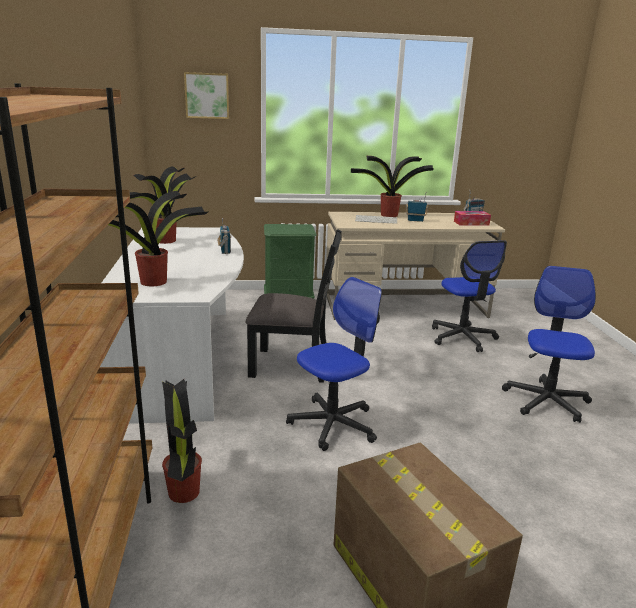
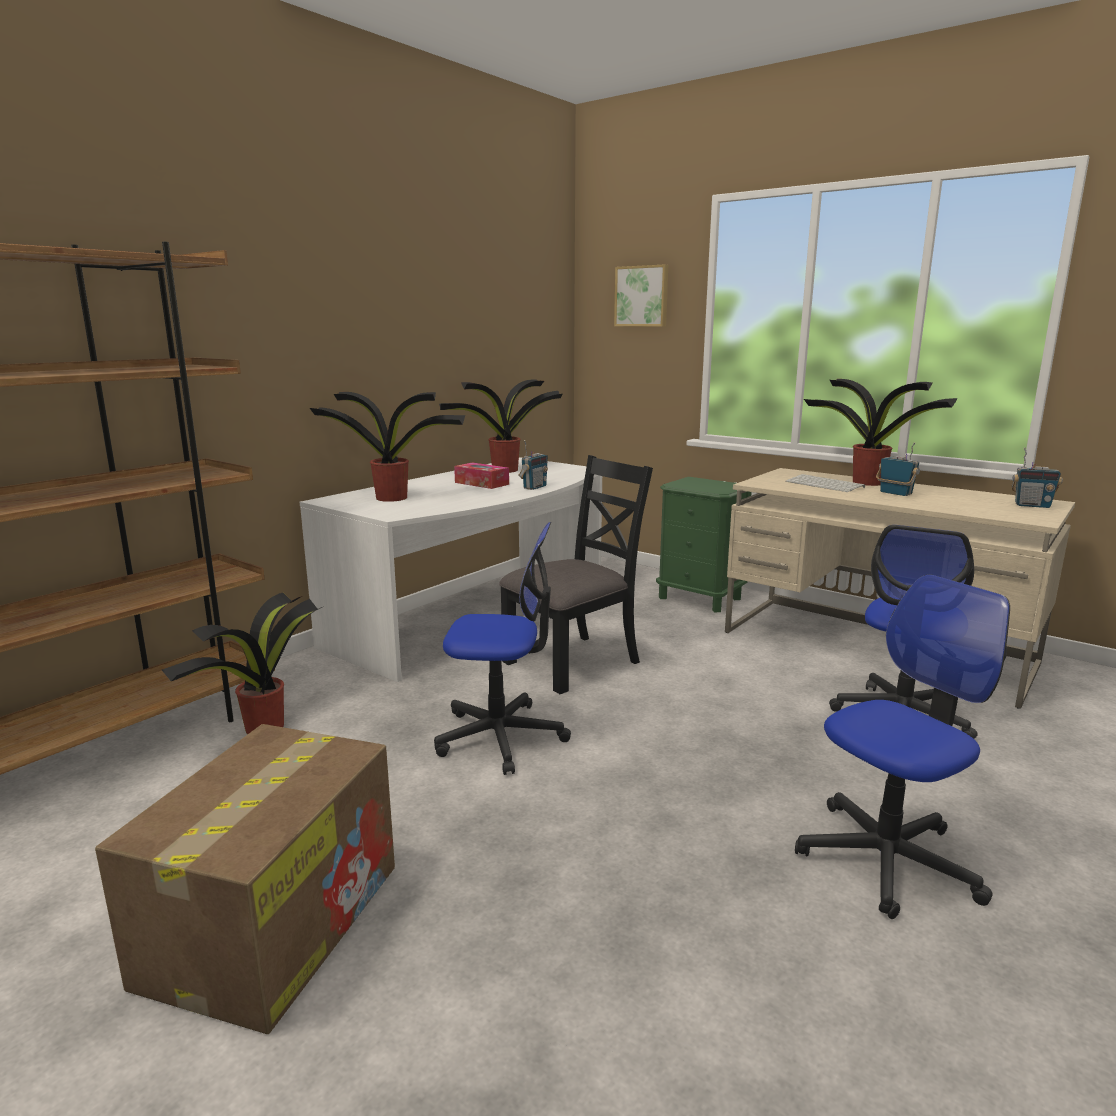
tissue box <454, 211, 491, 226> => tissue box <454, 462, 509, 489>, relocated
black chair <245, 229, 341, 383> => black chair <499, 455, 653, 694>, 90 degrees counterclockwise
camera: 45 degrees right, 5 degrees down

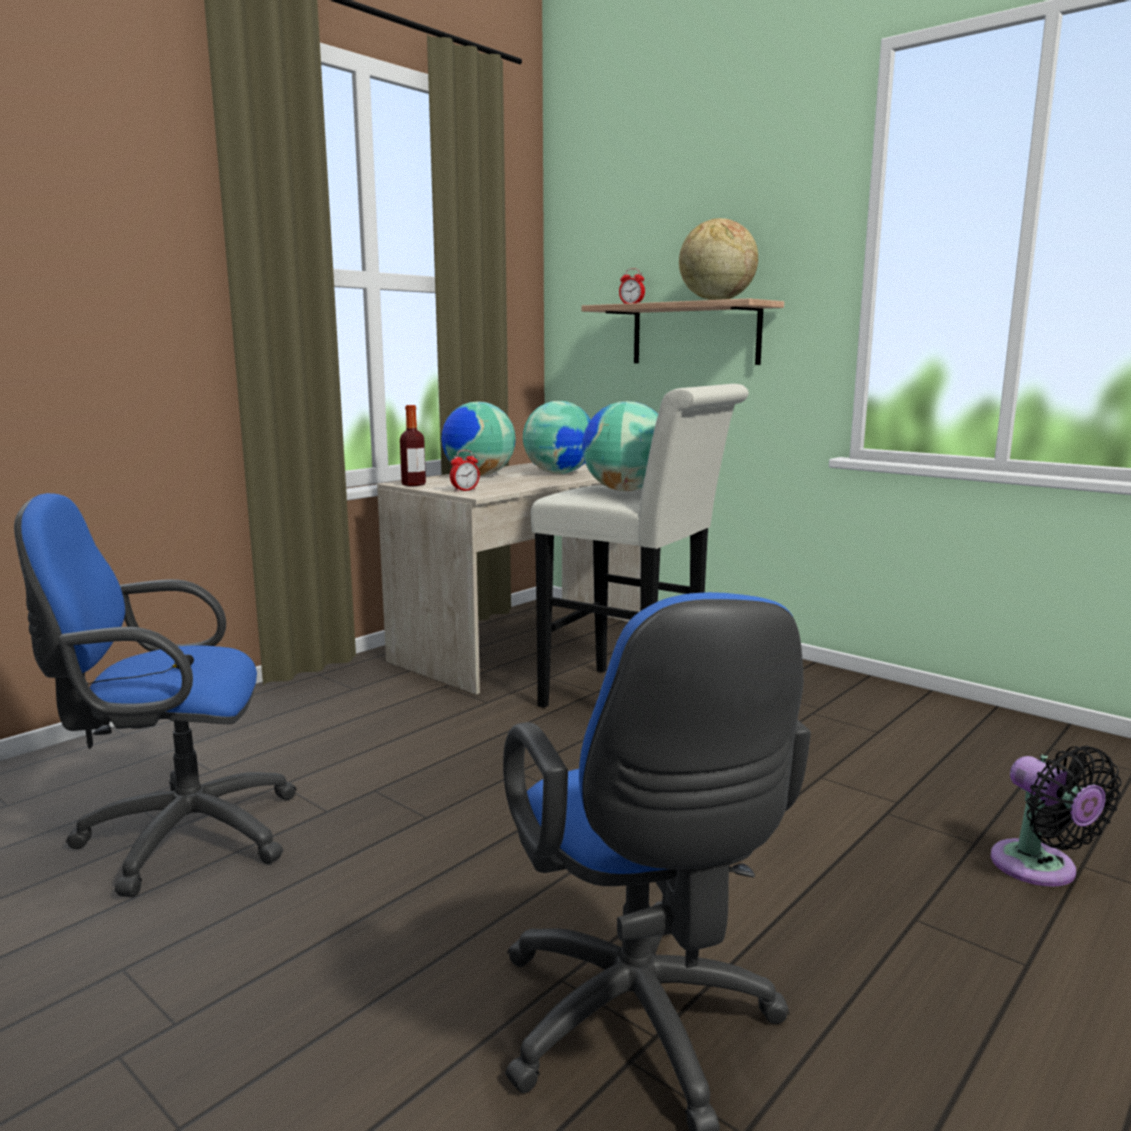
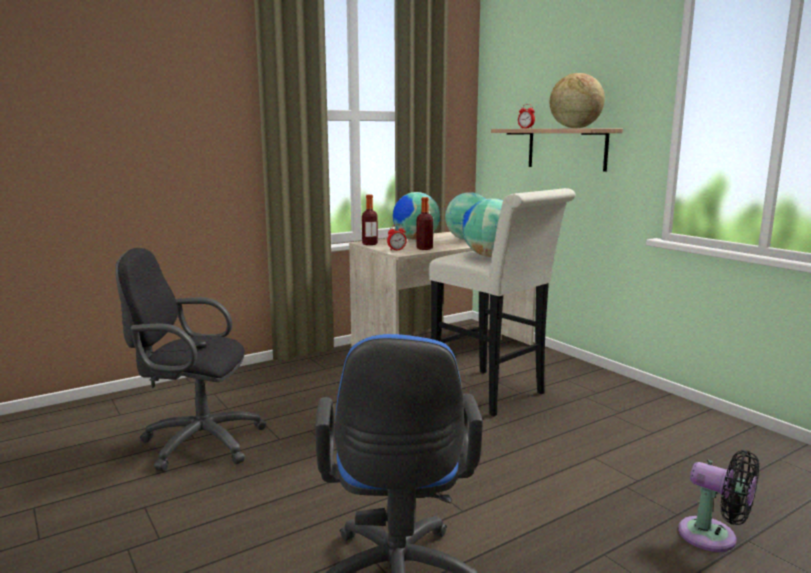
blue office chair <14, 493, 297, 897> => black office chair <115, 248, 267, 471>
black fan <991, 746, 1121, 887> => black fan <678, 450, 759, 552>, 45 degrees counterclockwise
nothing => bottle <416, 197, 433, 250>
camera: 15 degrees right, 0 degrees up

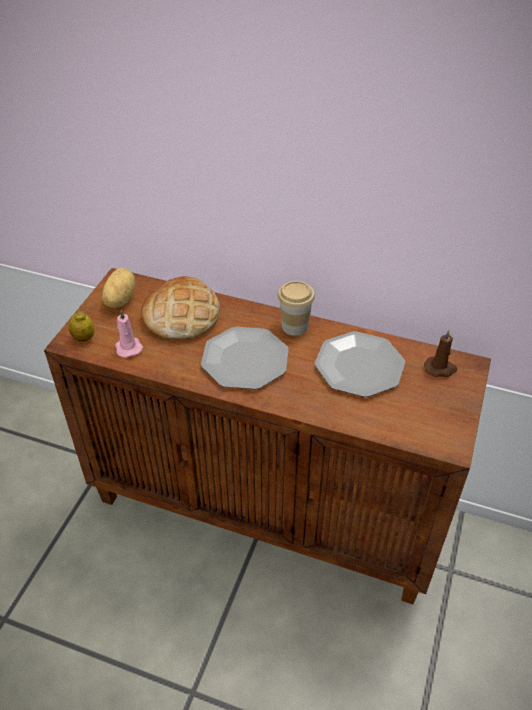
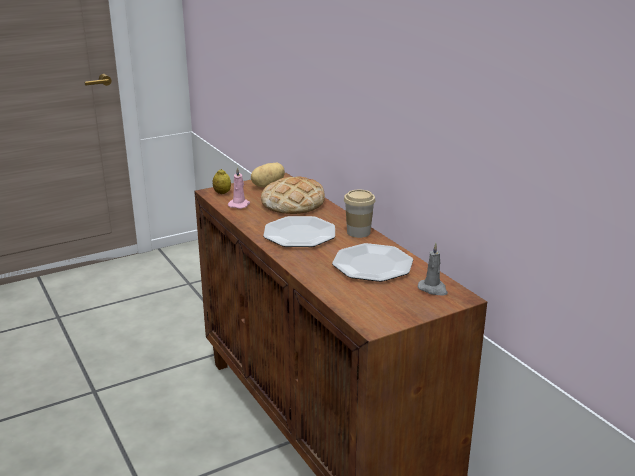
brown candle <424, 330, 457, 377> => grey candle <418, 243, 448, 295>
camera: 40 degrees right, 20 degrees down

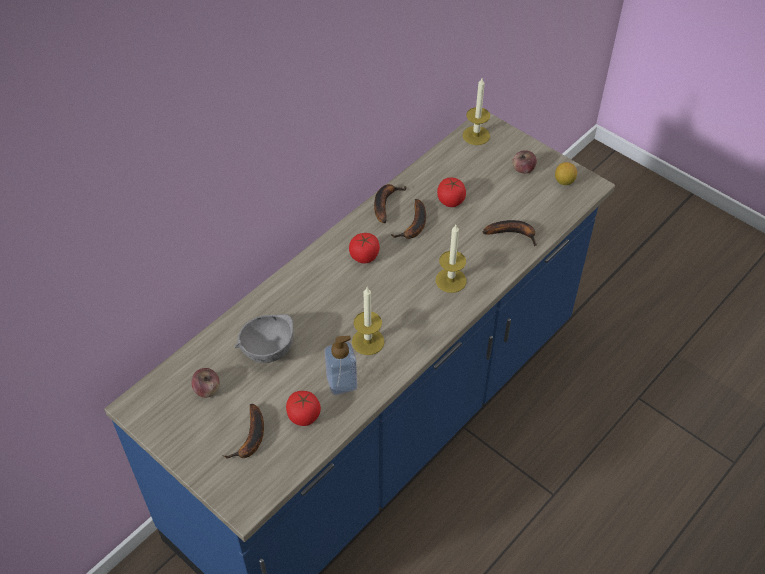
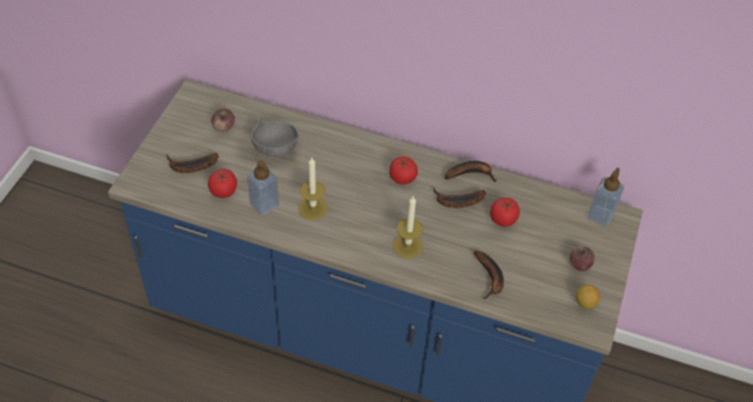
candle <462, 78, 490, 145> => soap dispenser <588, 168, 624, 226>
camera: 65 degrees right, 0 degrees up

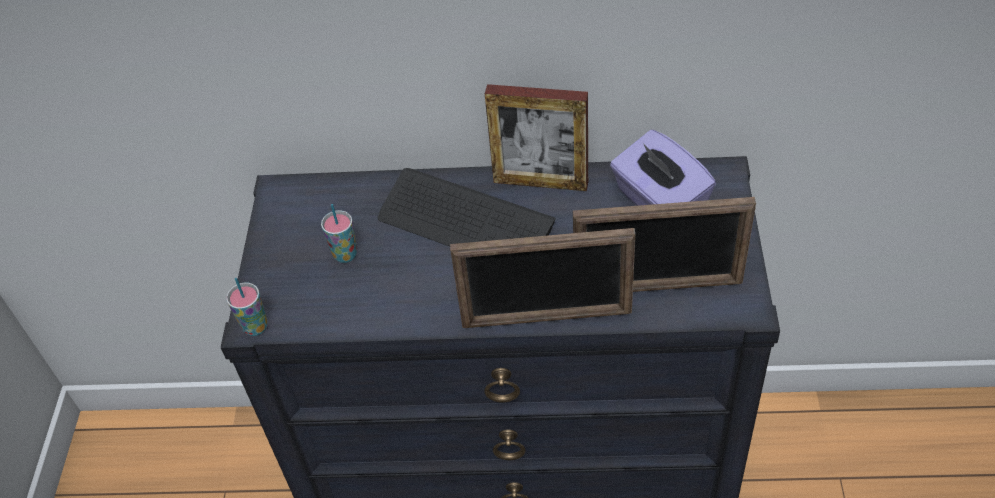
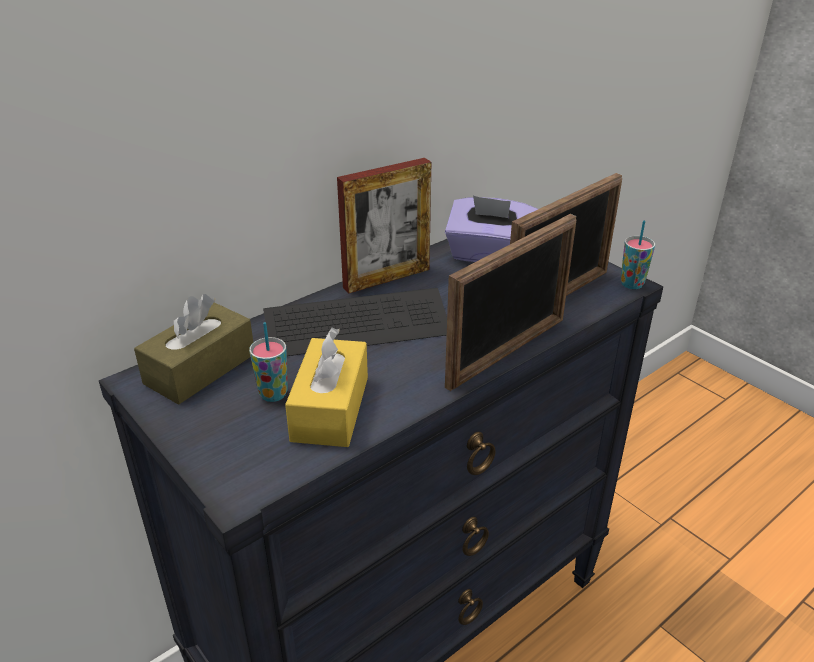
cup <226, 278, 268, 336> => cup <621, 220, 655, 289>, relocated
nothing => brown tissue box <134, 294, 253, 404>
nothing => yellow tissue box <285, 327, 368, 447>
camera: 45 degrees left, 15 degrees down

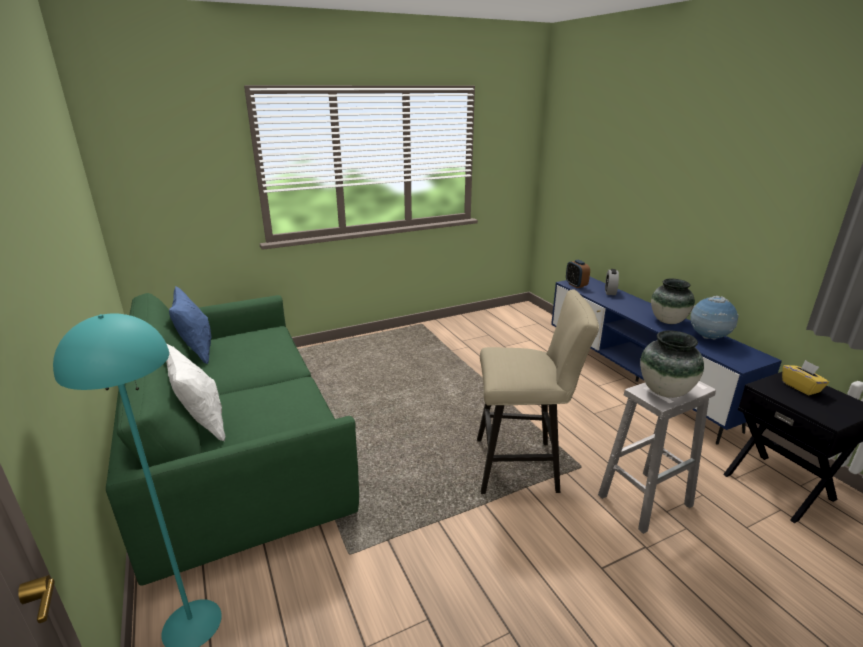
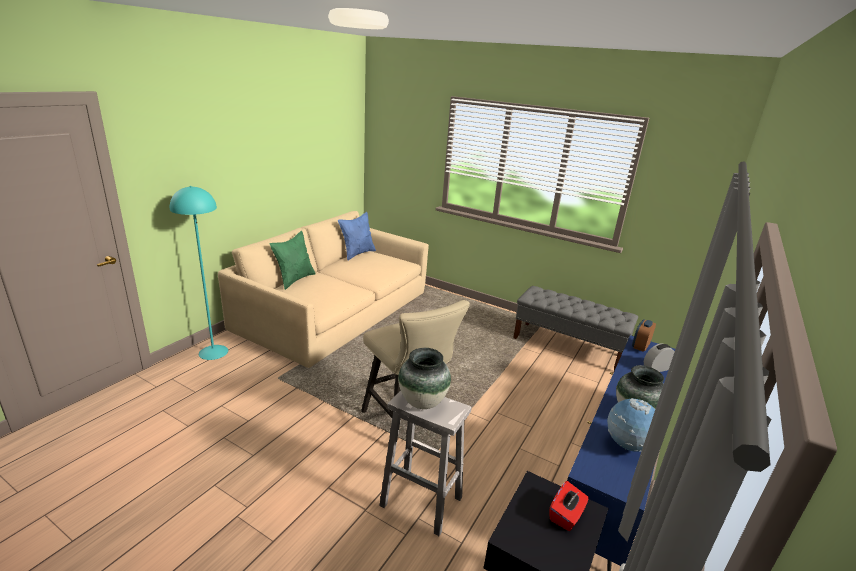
green sofa <106, 293, 359, 586> => beige sofa <218, 211, 429, 368>
white pillow <166, 344, 226, 441> => green pillow <270, 231, 316, 290>
yellow tissue box <782, 360, 829, 395> => red tissue box <549, 481, 589, 531>
nothing => grey bench <513, 286, 638, 371>
camera: 55 degrees right, 0 degrees up

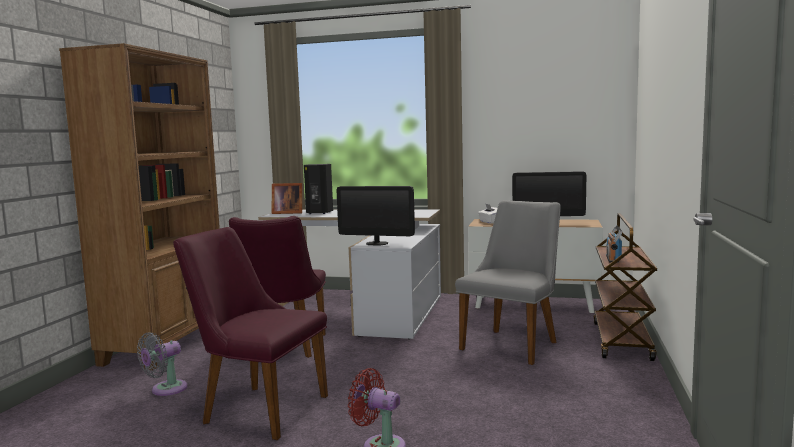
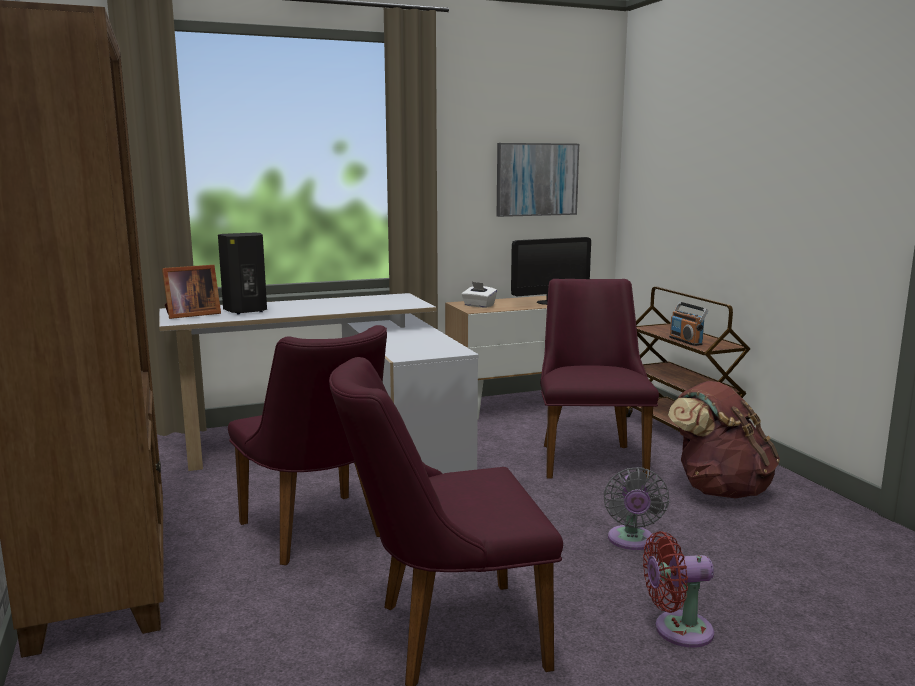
monitor <336, 186, 415, 246> => nothing
grey chair <455, 200, 561, 365> => purple chair <541, 279, 659, 479>
grey fan <137, 333, 187, 396> => grey fan <604, 467, 669, 550>, relocated
nothing => picture <497, 143, 579, 217>
nothing => brown backpack <668, 381, 780, 498>
camera: 35 degrees left, 5 degrees up

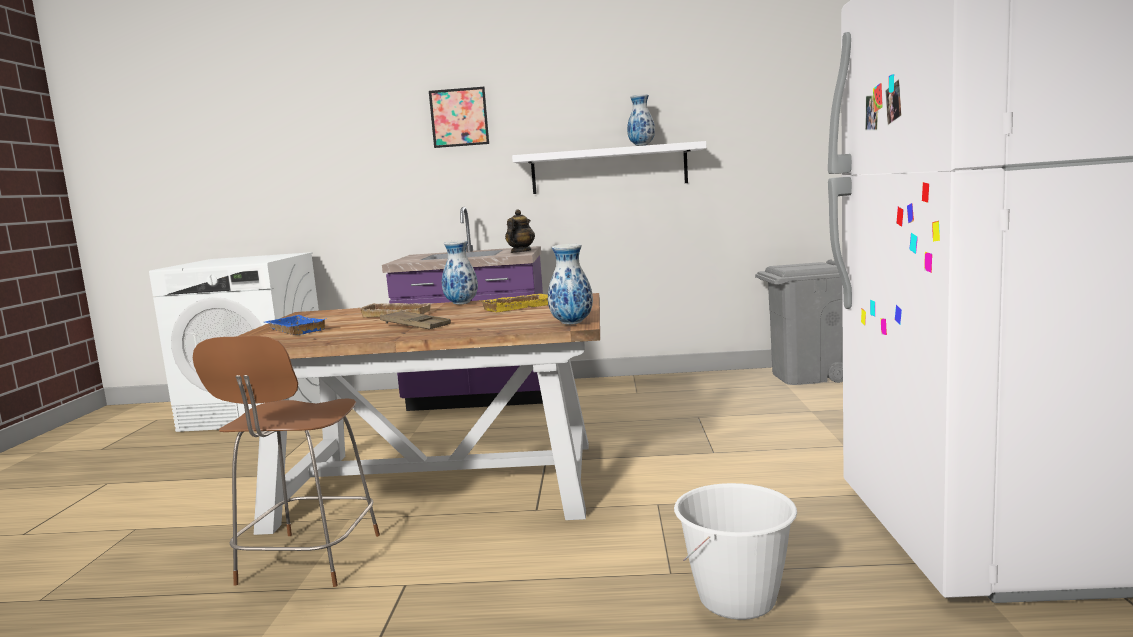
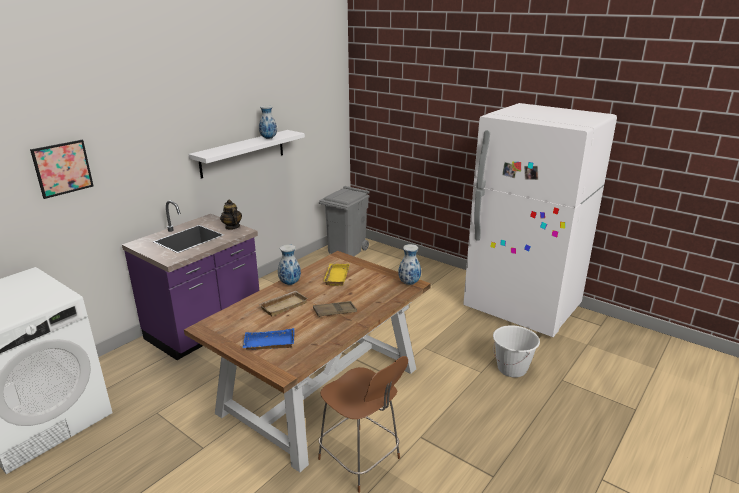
picture <429, 87, 489, 148> => picture <30, 140, 93, 199>, relocated
camera: 55 degrees left, 15 degrees up

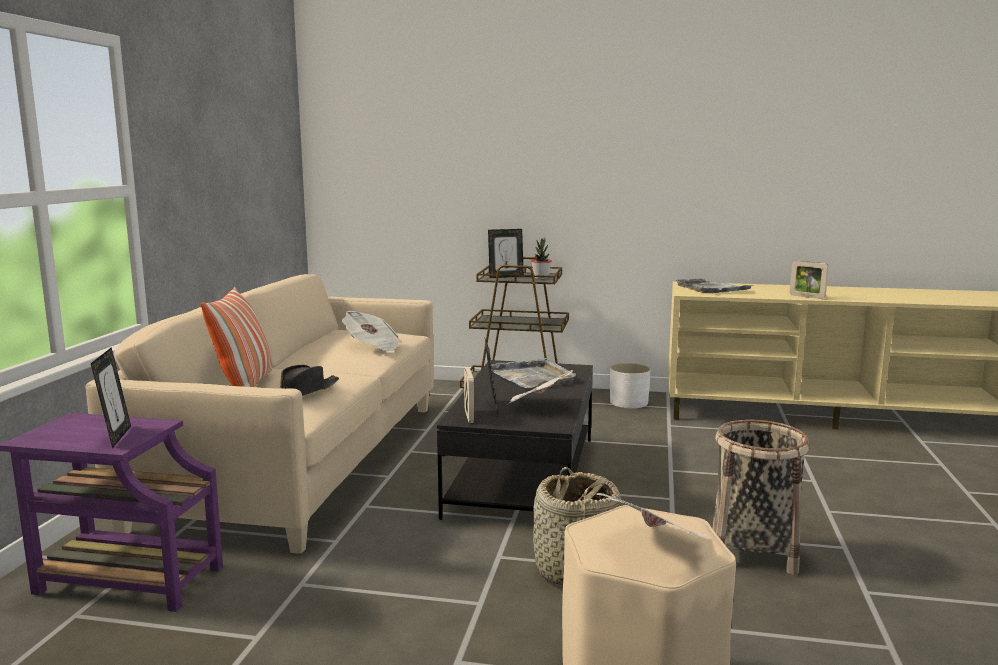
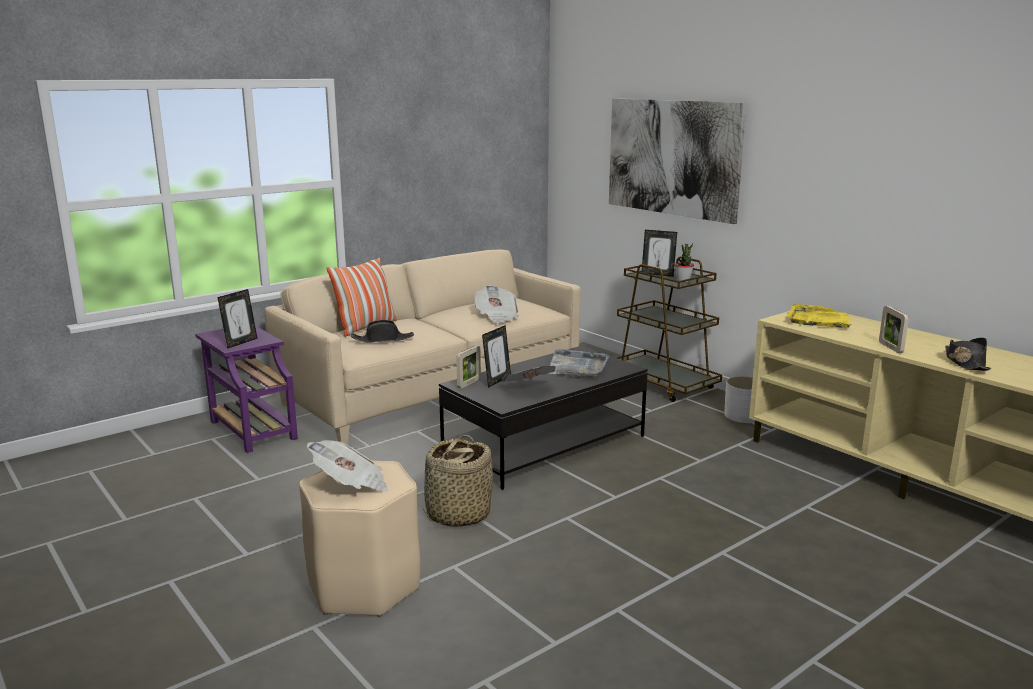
grey tray <676, 279, 751, 293> => yellow tray <787, 304, 851, 327>
basket <713, 420, 810, 575> => nothing
nothing => picture <609, 98, 747, 224>
nothing => black hat <945, 338, 991, 371>
camera: 40 degrees right, 5 degrees up

